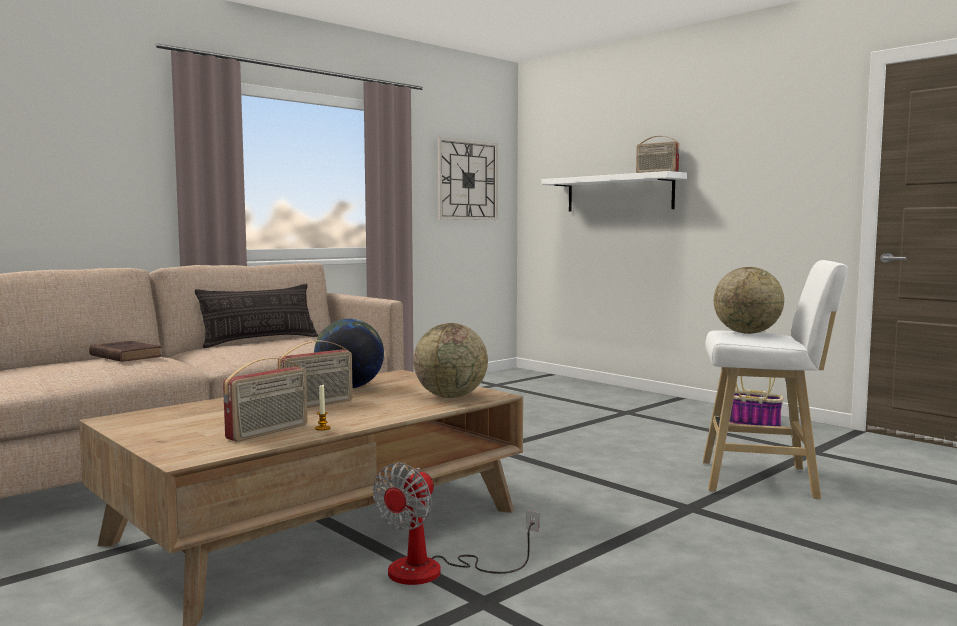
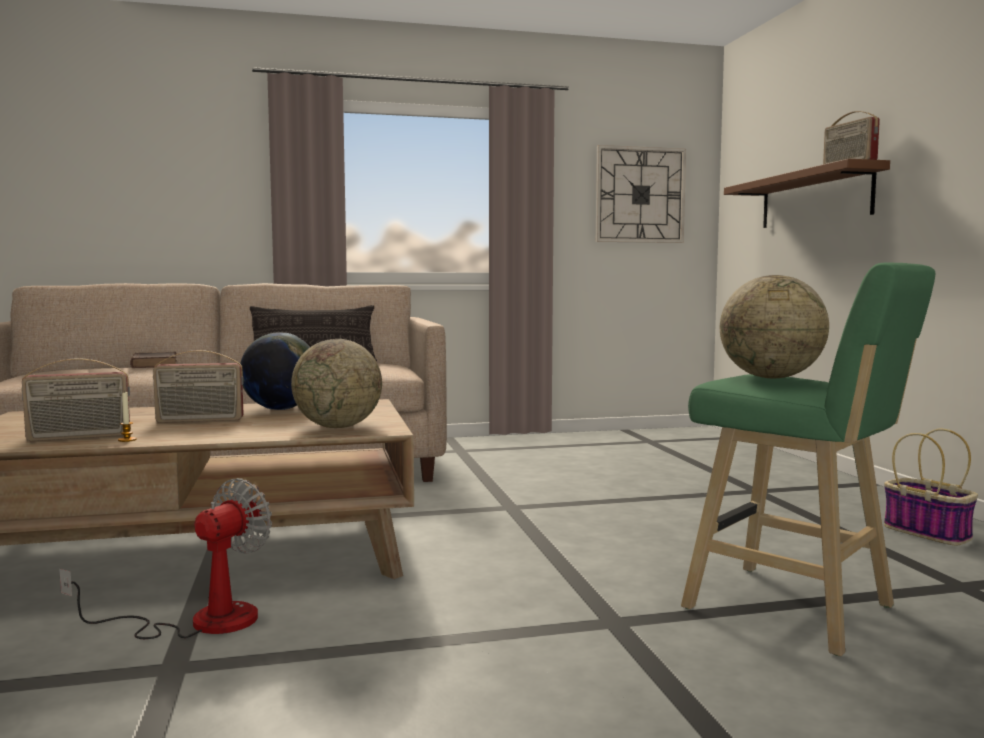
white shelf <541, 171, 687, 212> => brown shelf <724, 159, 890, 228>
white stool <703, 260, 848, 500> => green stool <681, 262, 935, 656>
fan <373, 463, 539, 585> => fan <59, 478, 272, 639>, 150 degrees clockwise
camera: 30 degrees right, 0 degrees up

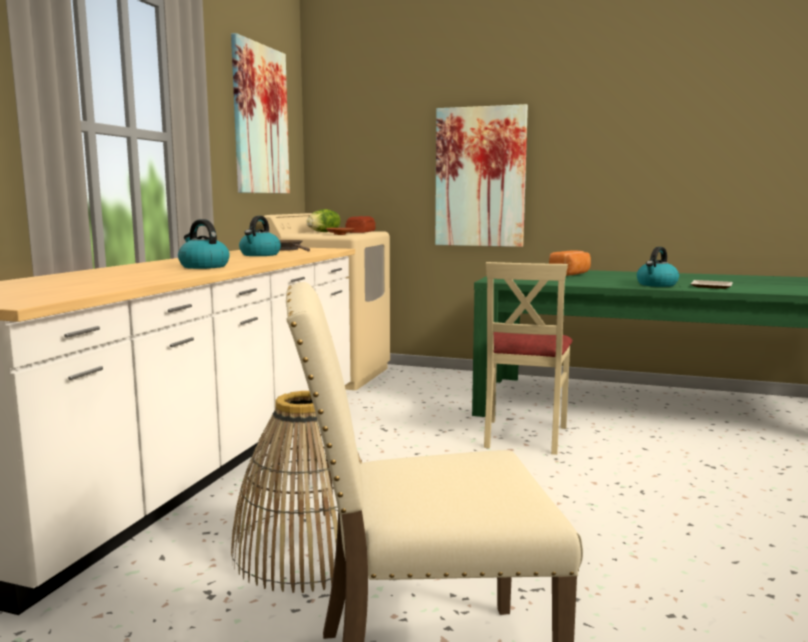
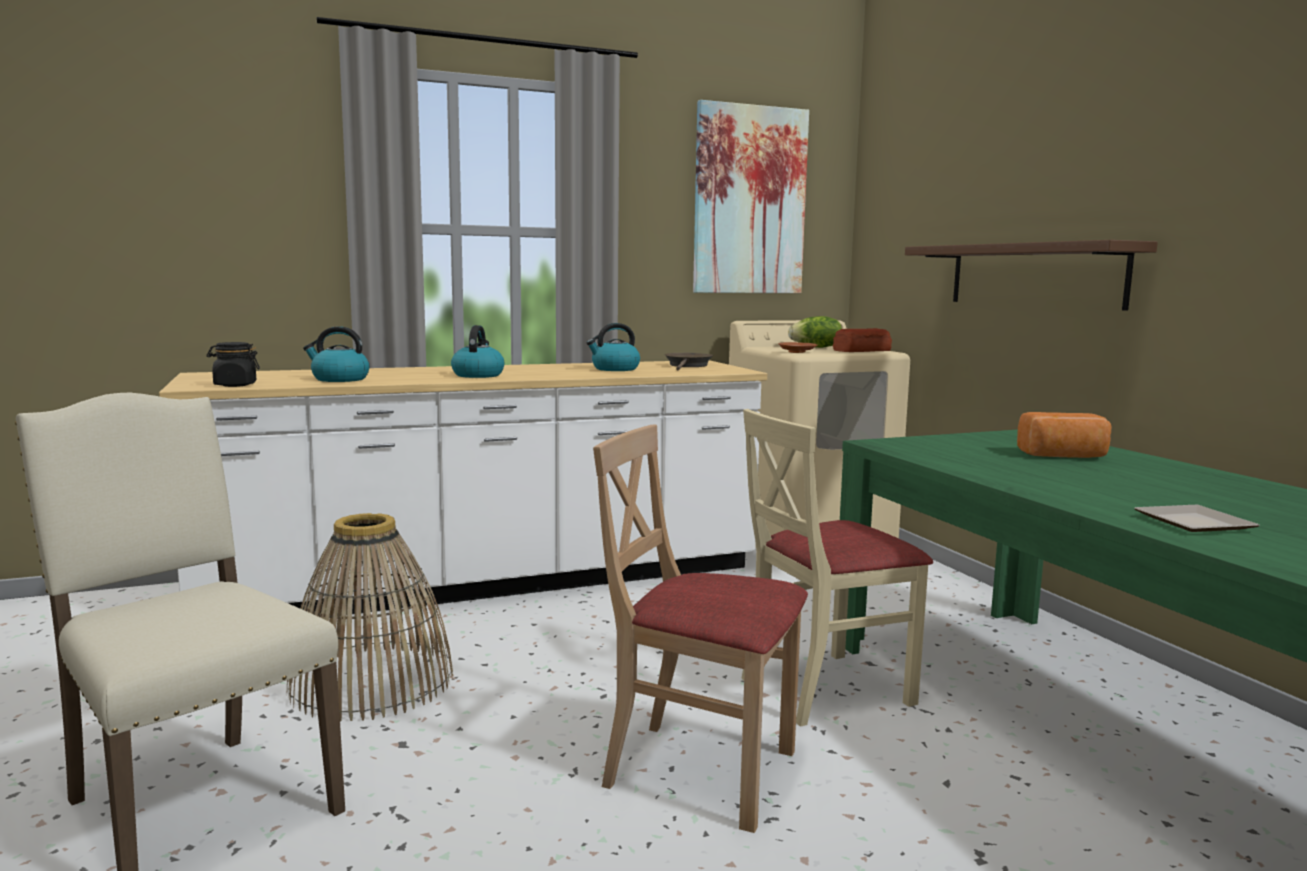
picture <435, 104, 528, 247> => brown shelf <905, 240, 1158, 311>
kettle <637, 247, 679, 287> => kettle <303, 326, 369, 382>, relocated
nothing => black jar <207, 342, 260, 387>
nothing => beige chair <593, 424, 808, 833>
camera: 50 degrees right, 0 degrees up

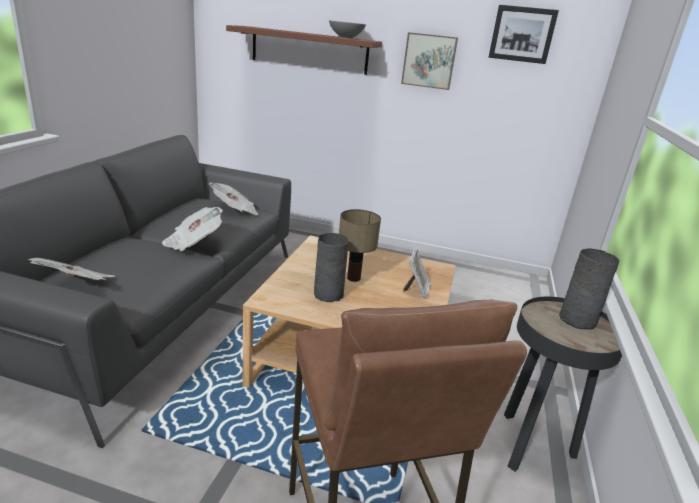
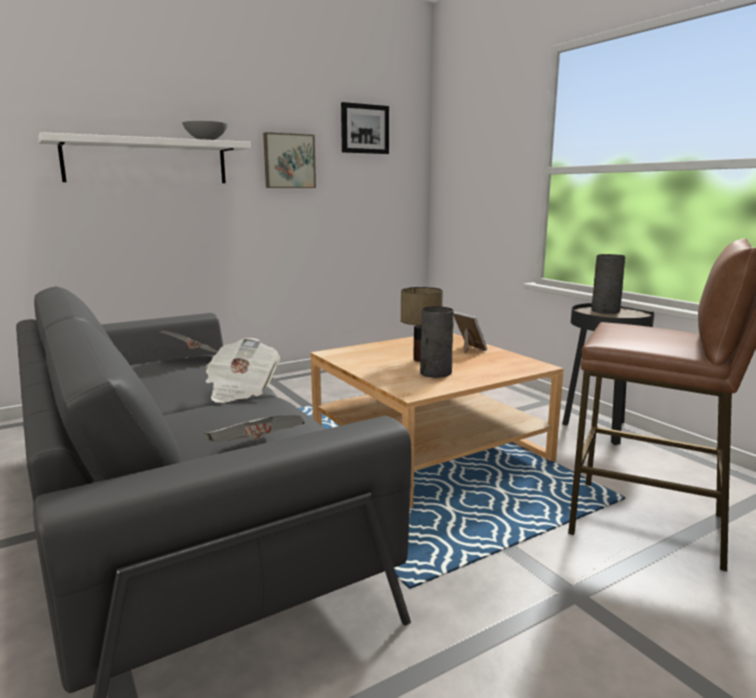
brown shelf <226, 25, 382, 75> => white shelf <38, 132, 251, 183>
camera: 45 degrees left, 10 degrees down

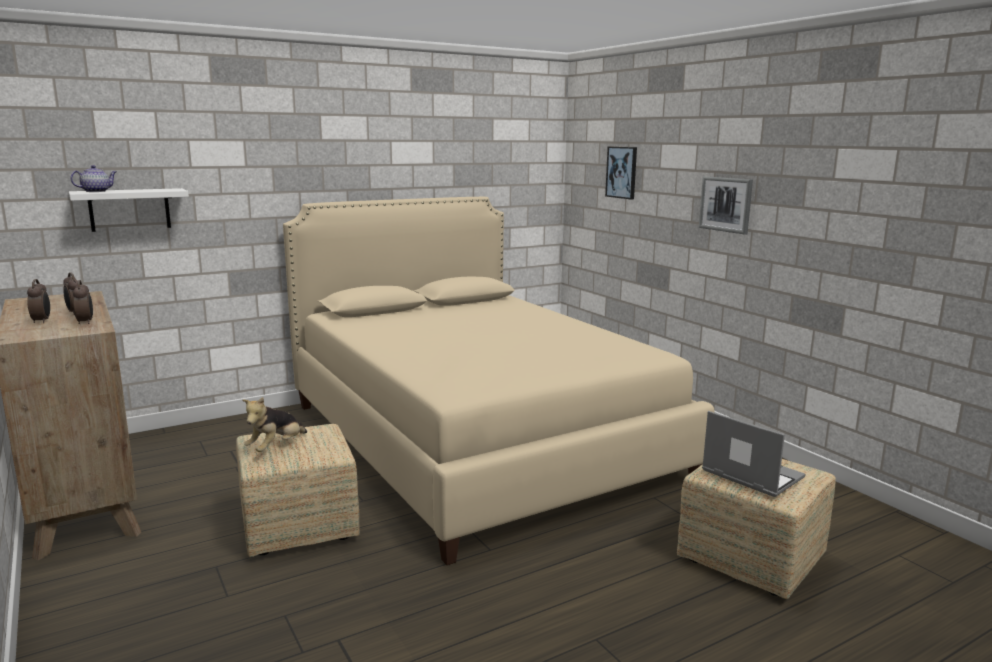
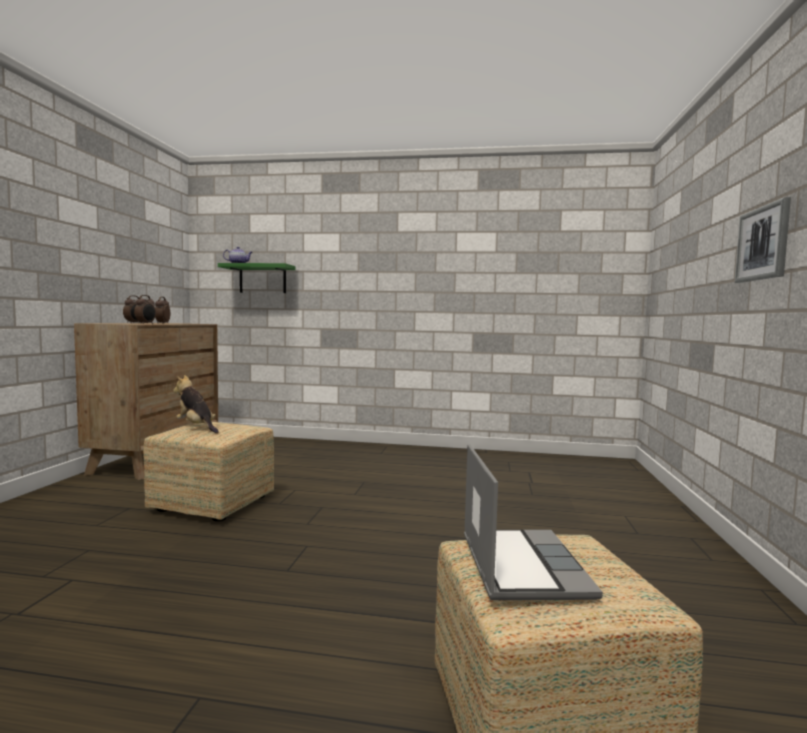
picture <605, 147, 637, 199> => nothing
white shelf <69, 188, 189, 232> => green shelf <218, 263, 296, 293>
beige bed <283, 197, 715, 565> => nothing
plush toy <242, 397, 307, 452> => plush toy <173, 375, 219, 433>, 60 degrees clockwise
camera: 40 degrees right, 10 degrees down

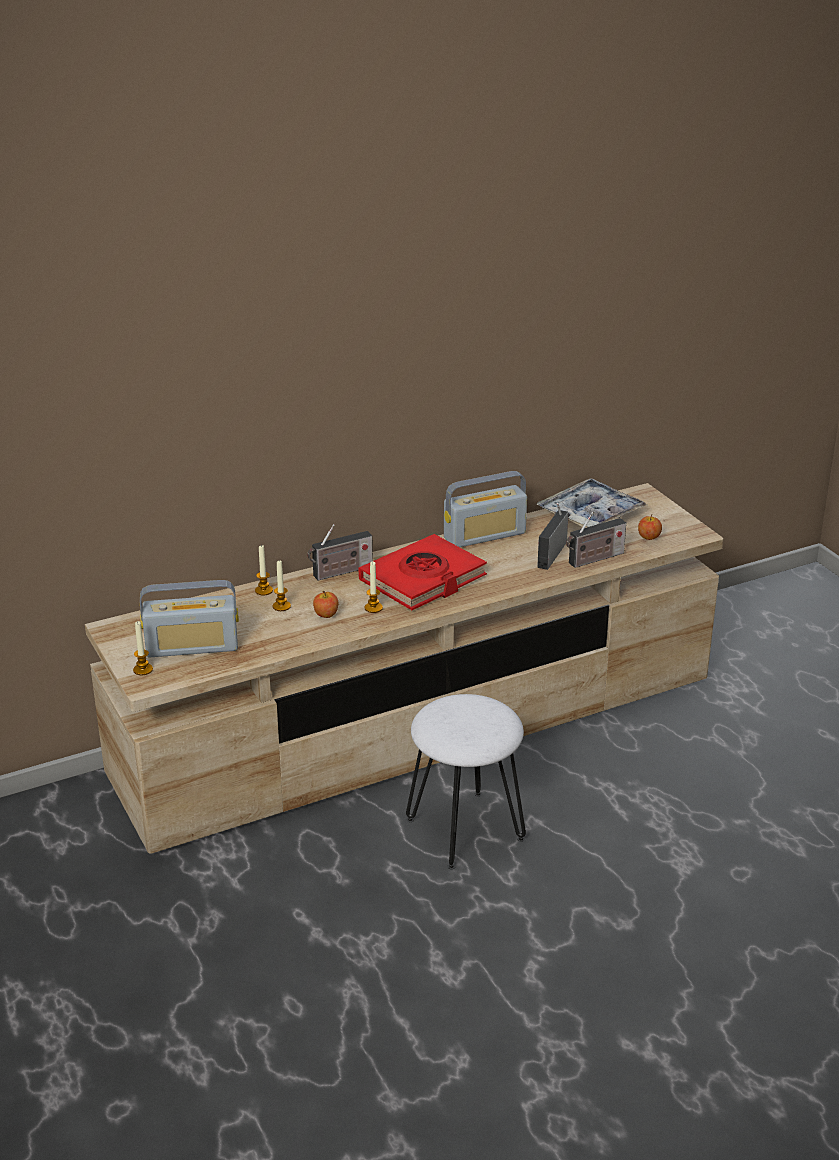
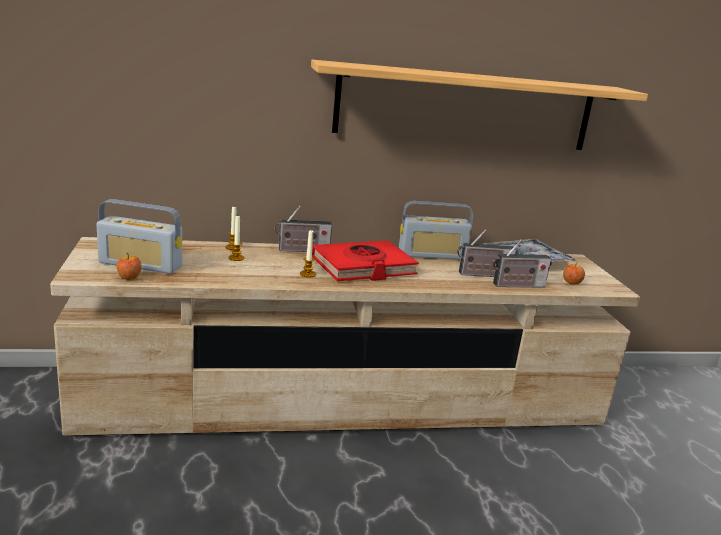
radio <537, 503, 569, 570> => radio <457, 230, 516, 277>, 135 degrees counterclockwise
apple <313, 591, 338, 618> => apple <116, 253, 141, 280>, relocated
candle <133, 621, 153, 675> => nothing
white stool <406, 694, 526, 869> => nothing
nothing => shelf <311, 60, 648, 150>
camera: 15 degrees right, 10 degrees down

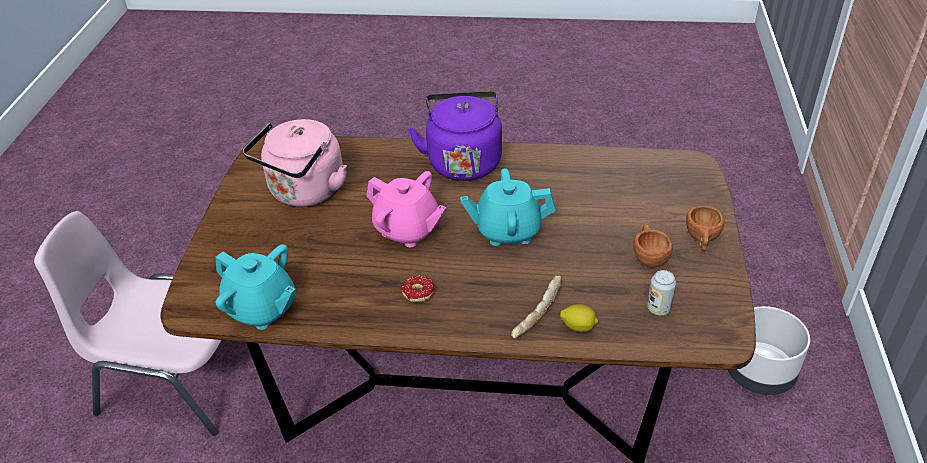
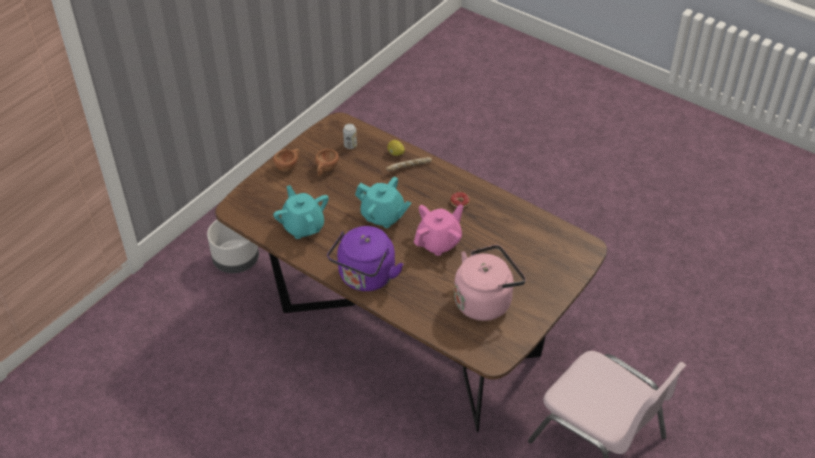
pink teapot <367, 171, 447, 247> => pink teapot <414, 204, 463, 256>, 75 degrees clockwise
turquoise teapot <216, 244, 296, 330> => turquoise teapot <273, 185, 329, 239>, relocated
camera: 150 degrees left, 5 degrees up

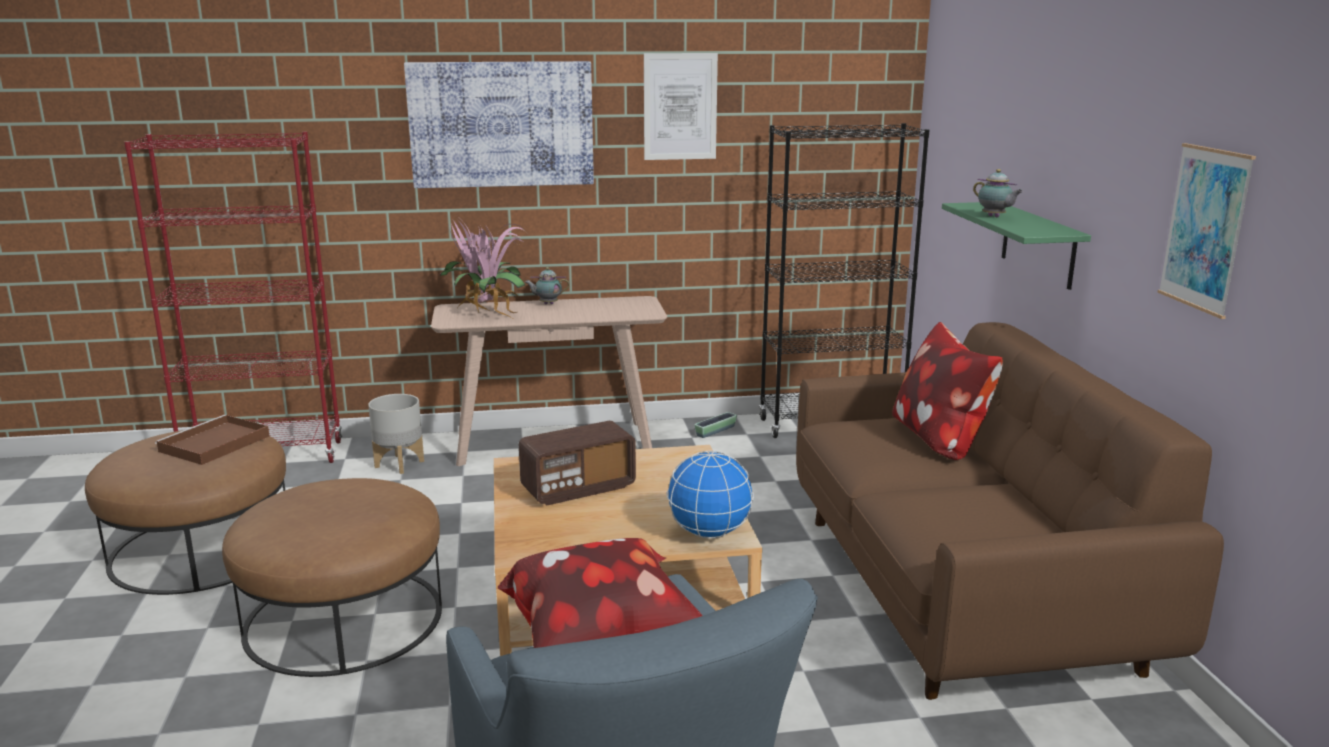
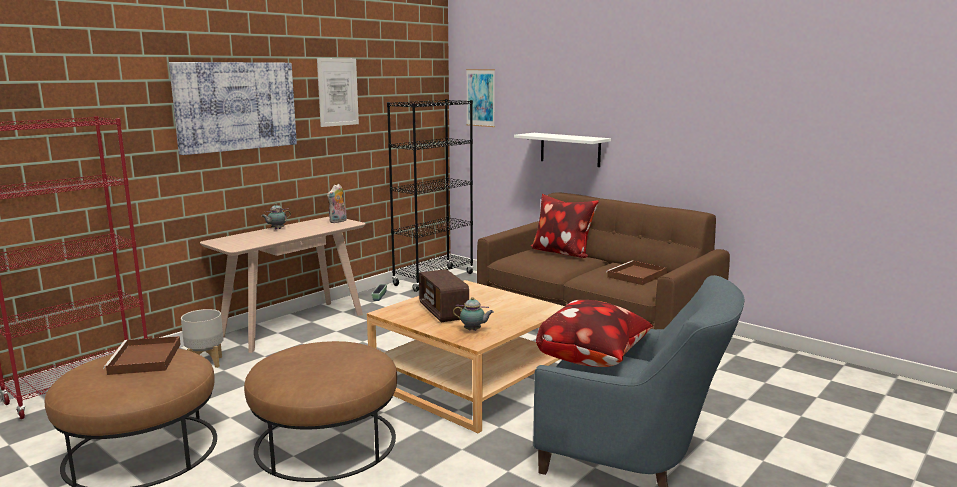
picture <1157, 143, 1256, 319> => picture <466, 69, 495, 127>, relocated
teapot <973, 169, 1023, 217> => teapot <453, 297, 494, 331>, relocated
green shelf <942, 202, 1091, 290> => white shelf <514, 133, 611, 167>
potted plant <440, 220, 529, 320> => nothing
radio <519, 421, 636, 505> => radio <419, 269, 469, 322>, 135 degrees clockwise
globe <667, 451, 754, 539> => nothing
nothing => plush toy <327, 184, 347, 223>
nothing => brown tray <606, 261, 667, 285>
camera: 40 degrees left, 5 degrees down

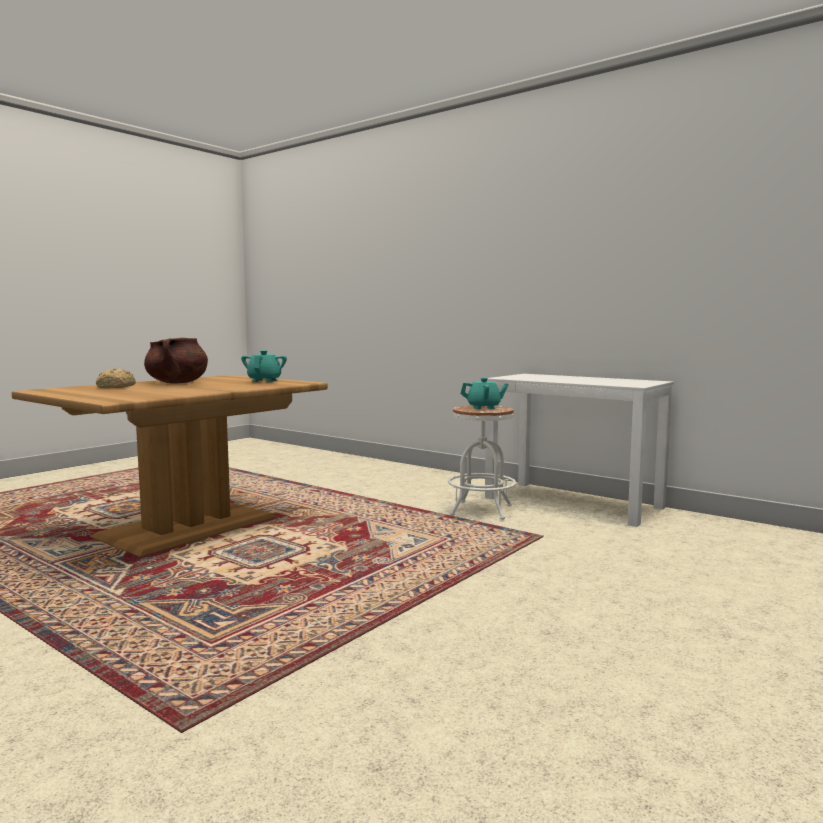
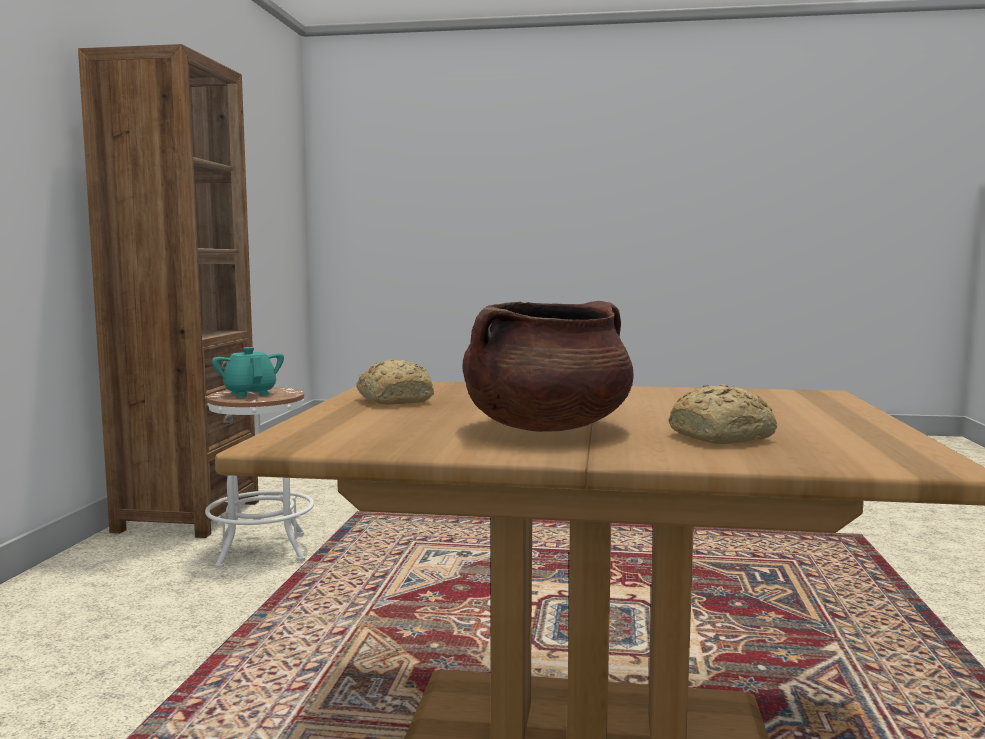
turquoise teapot <241, 350, 287, 382> => bread <356, 359, 434, 405>
white desk <485, 374, 674, 527> => brown bookcase <78, 44, 259, 538>
camera: 120 degrees left, 0 degrees up

